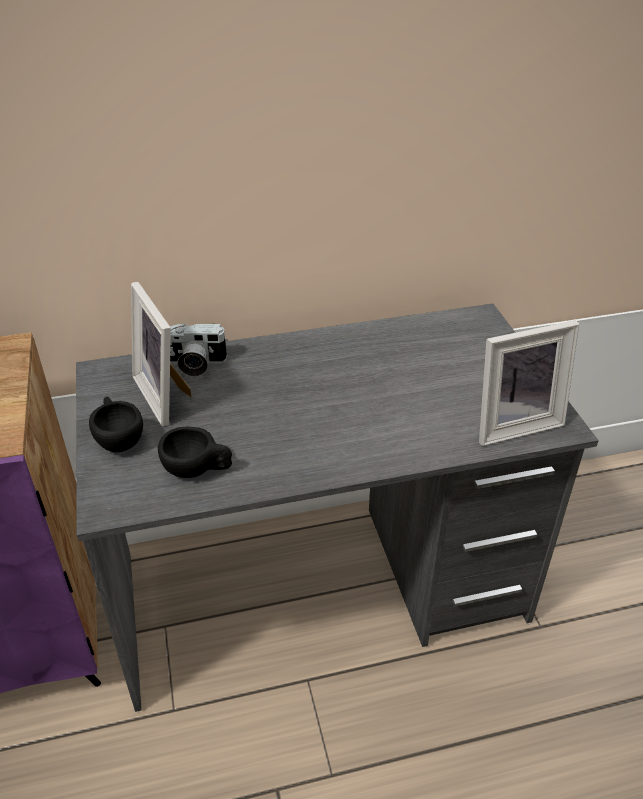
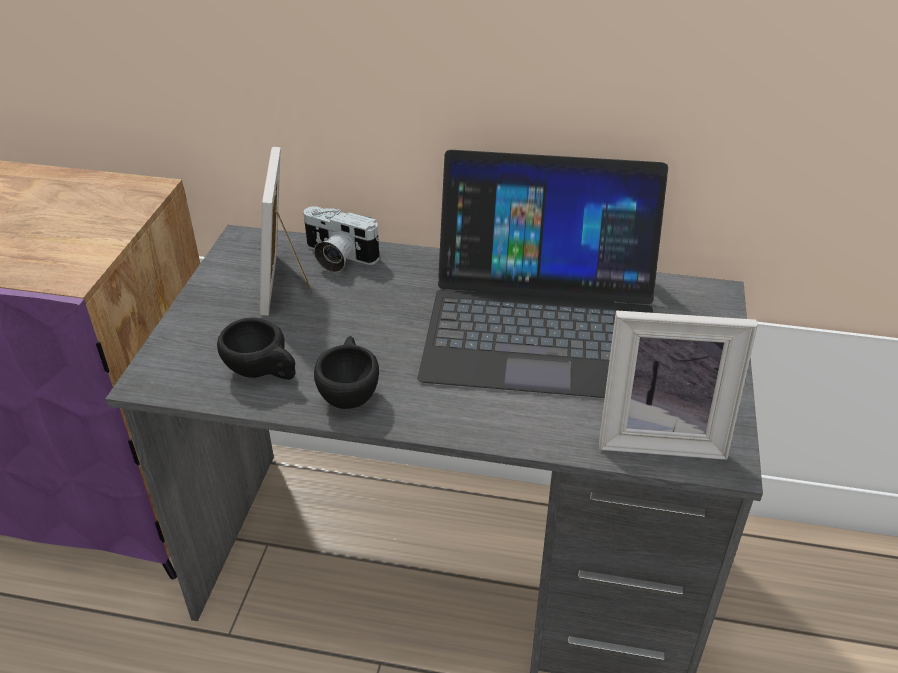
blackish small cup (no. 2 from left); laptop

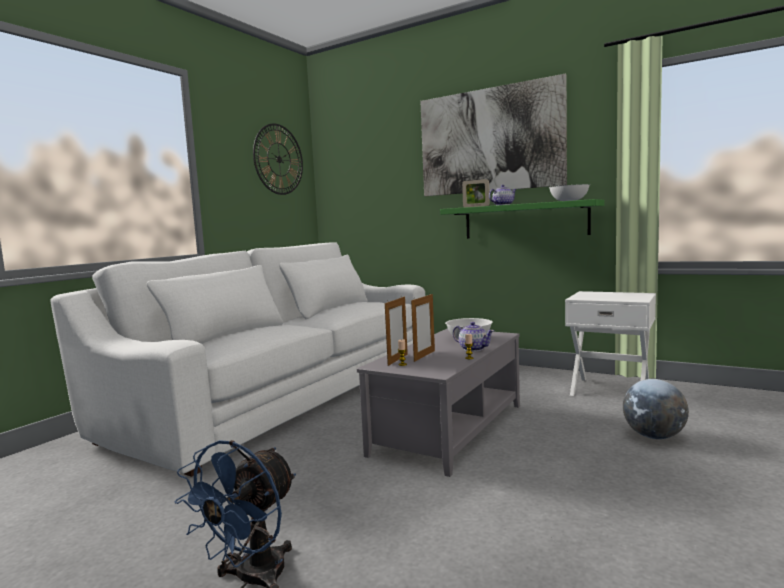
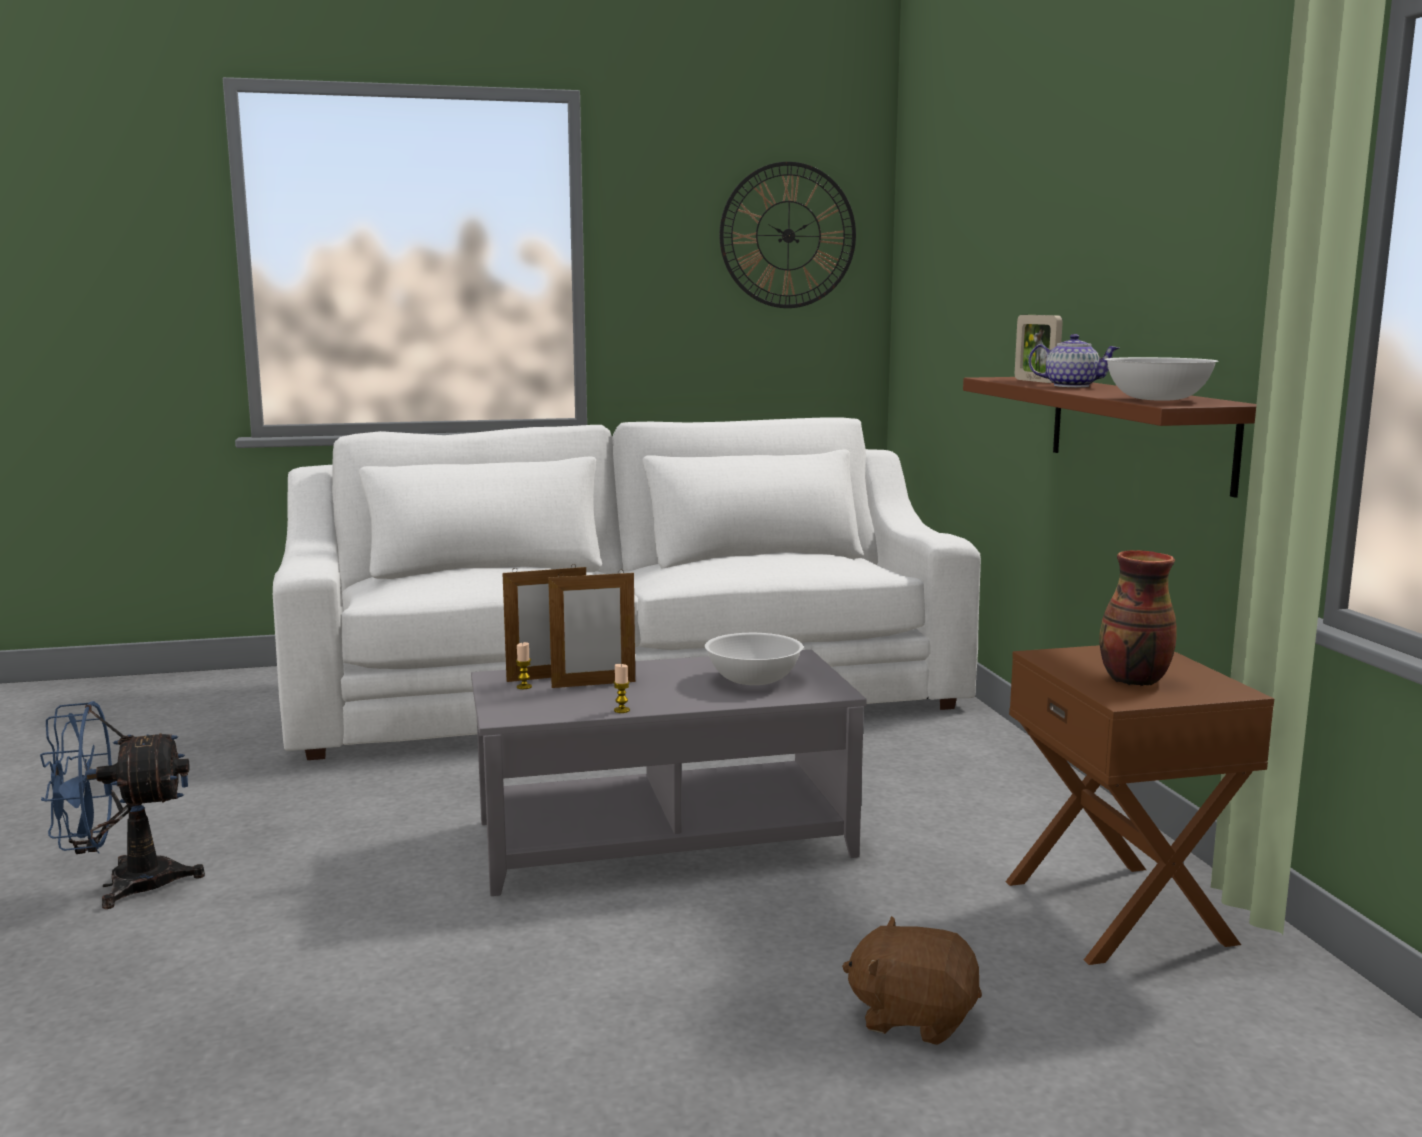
picture; brown-coloured shelf; brown-coloured night table; pot for tea (no. 1 from left in the first image); brown-coloured soft toy; vase

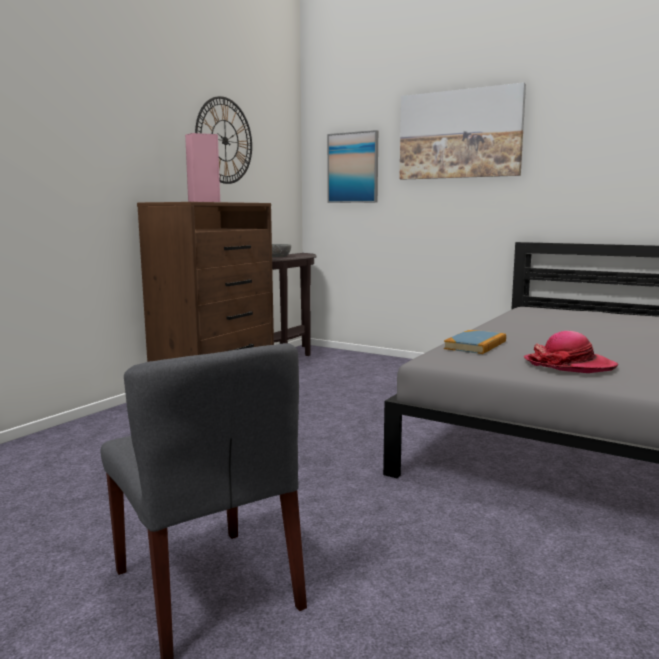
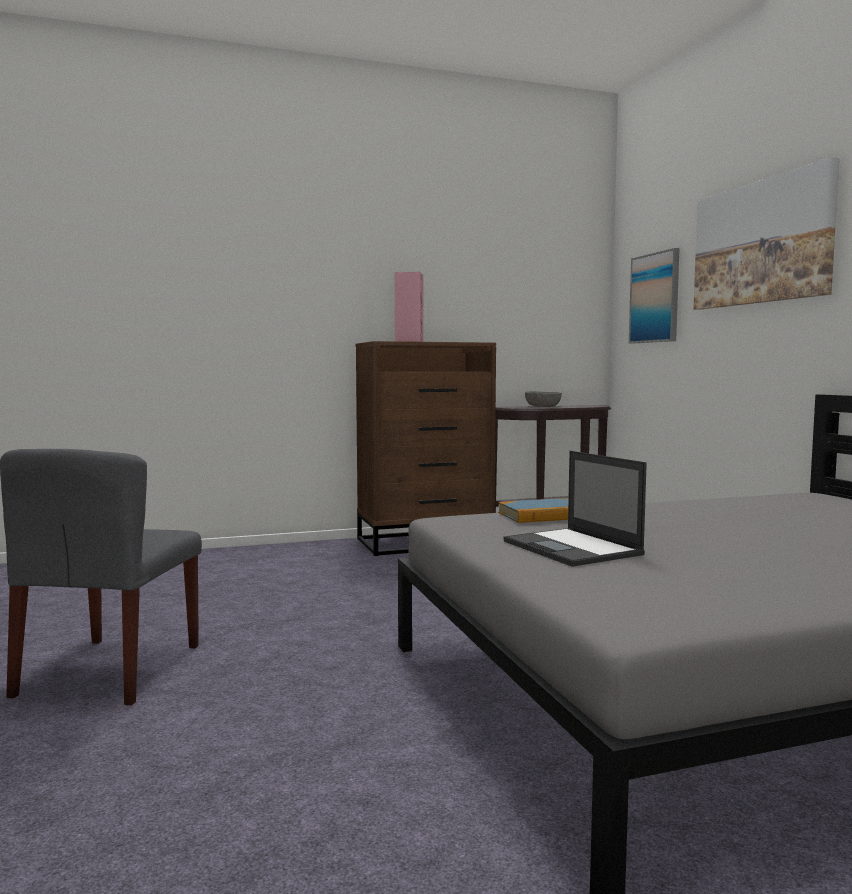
clock on the wall; laptop

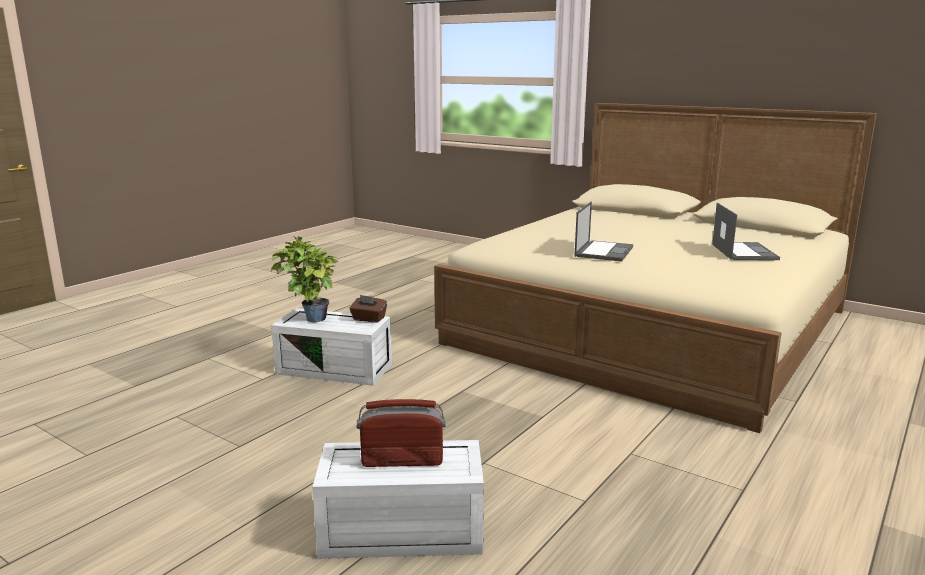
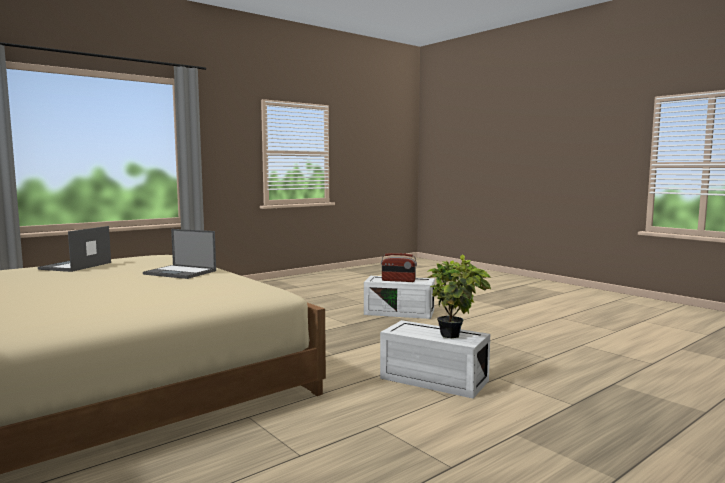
laptop (no. 2 from left); brown-coloured tissue holder

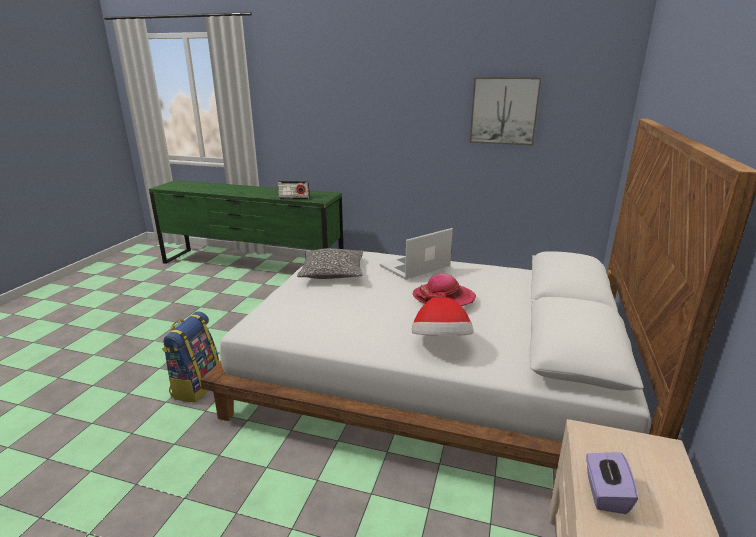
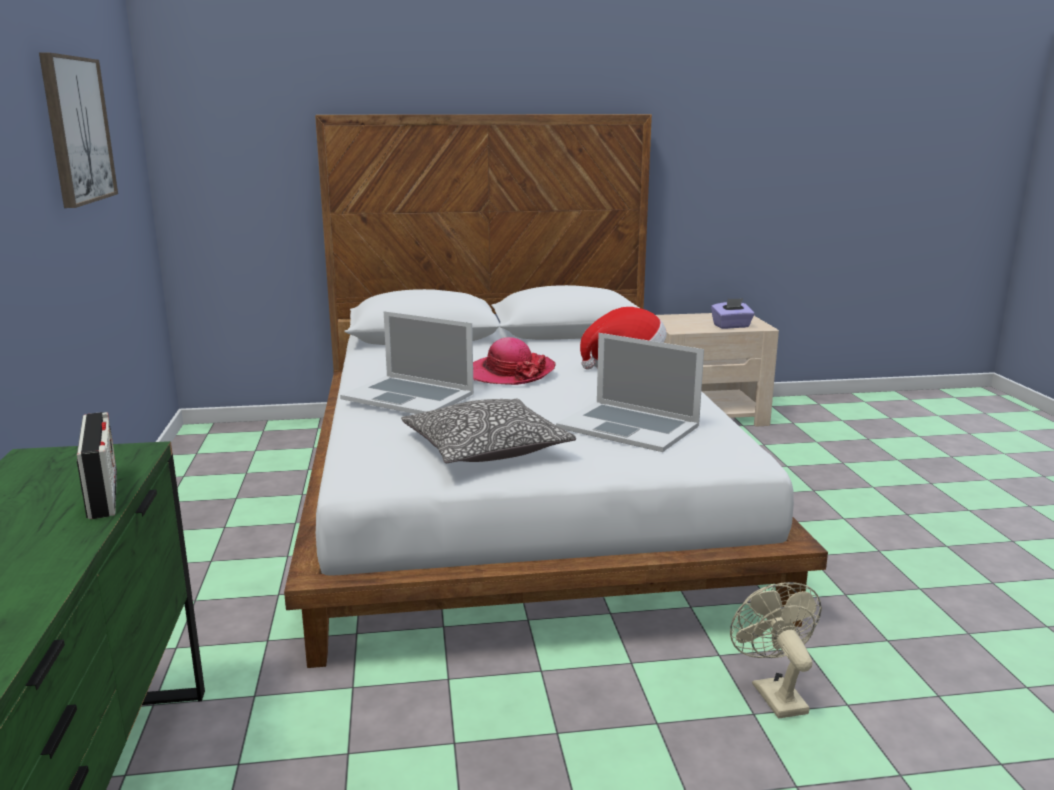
sand-coloured electric fan; laptop (no. 2 from left)

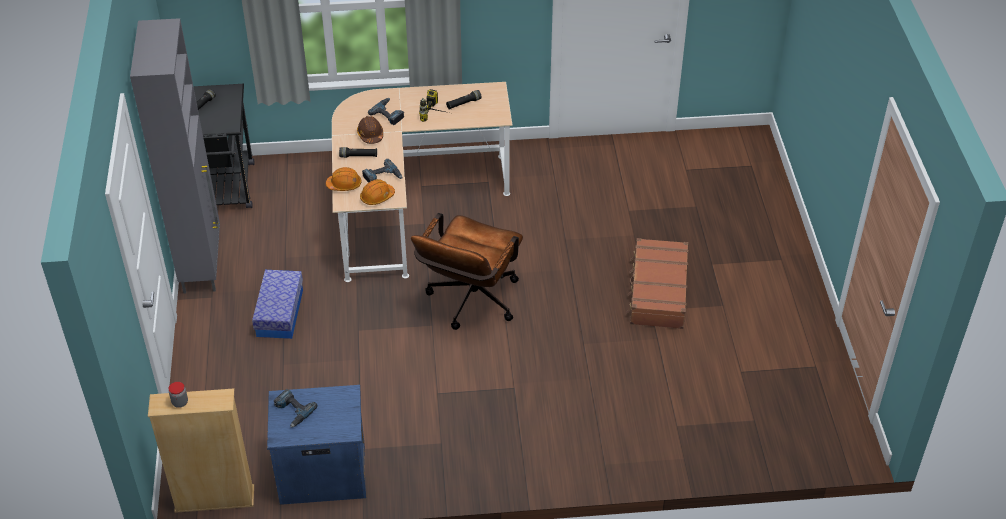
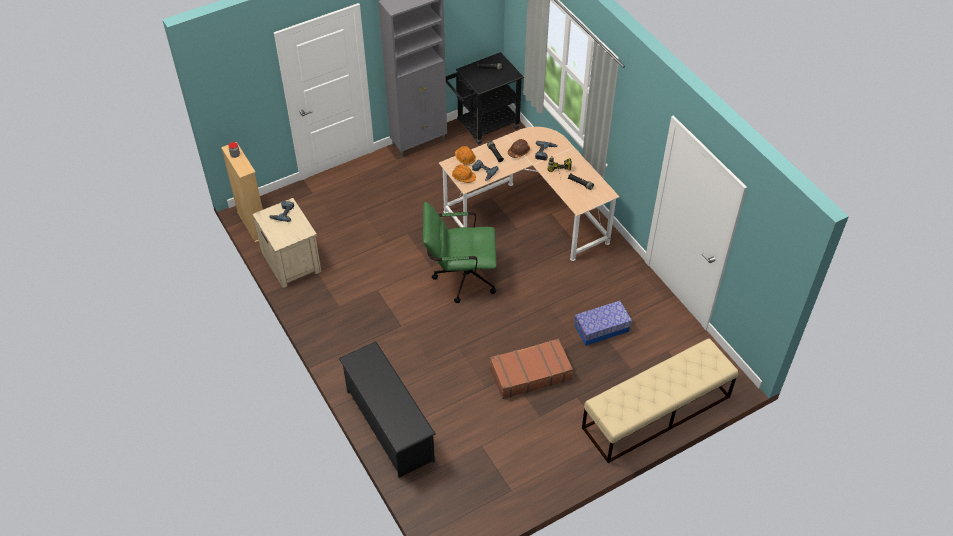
green desk chair; storage bin; sand-coloured night table; sand-coloured bench; blackish shoe stand

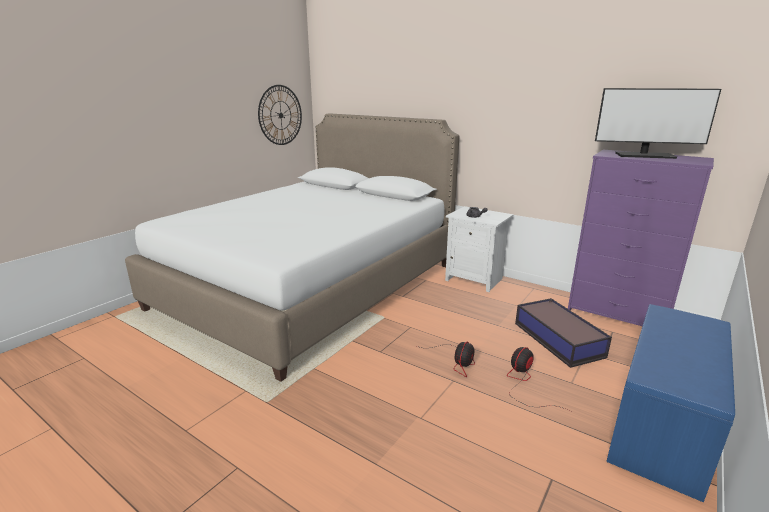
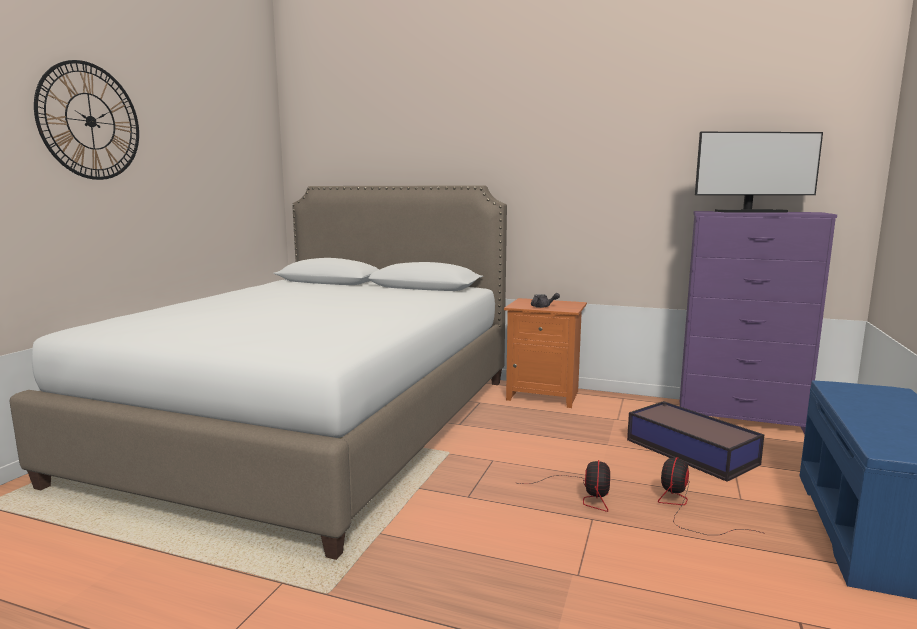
clock on the wall; orangey night table

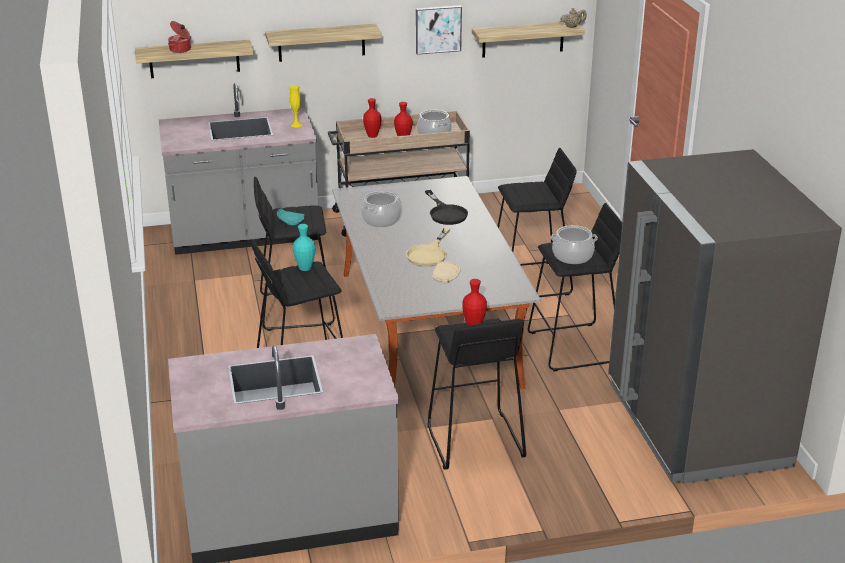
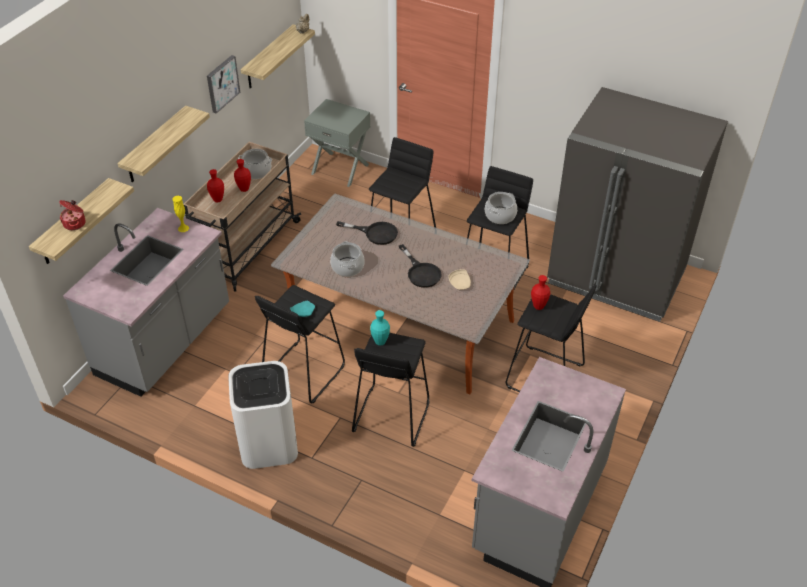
blackish skillet (no. 2 from left); greyish night table; white waste bin

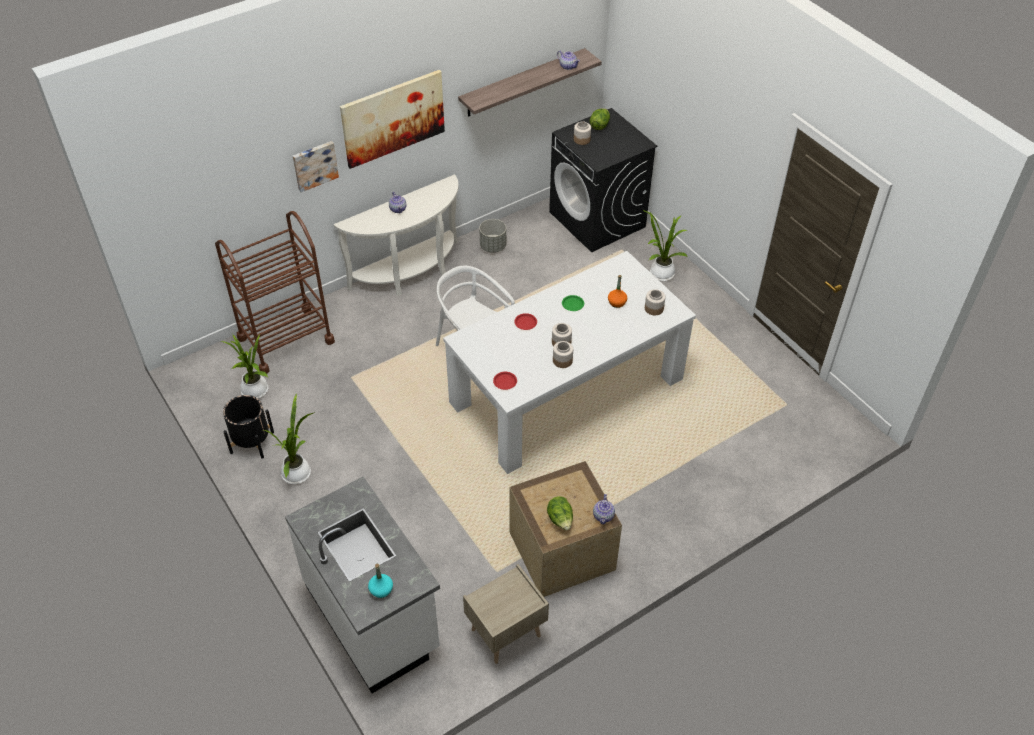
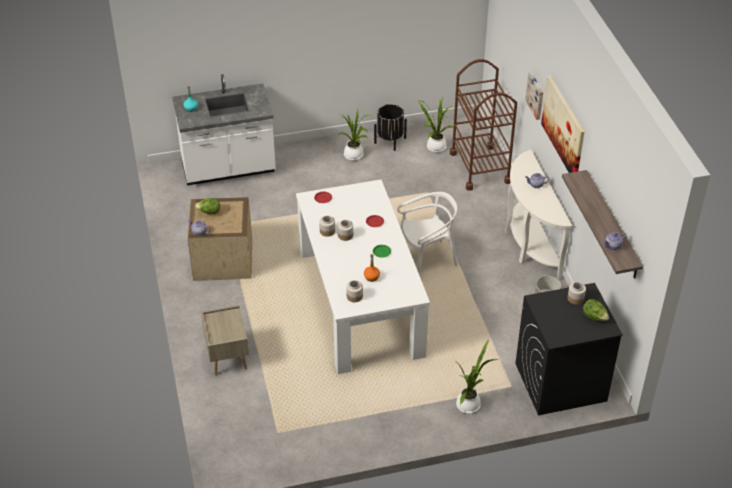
sand-coloured night table

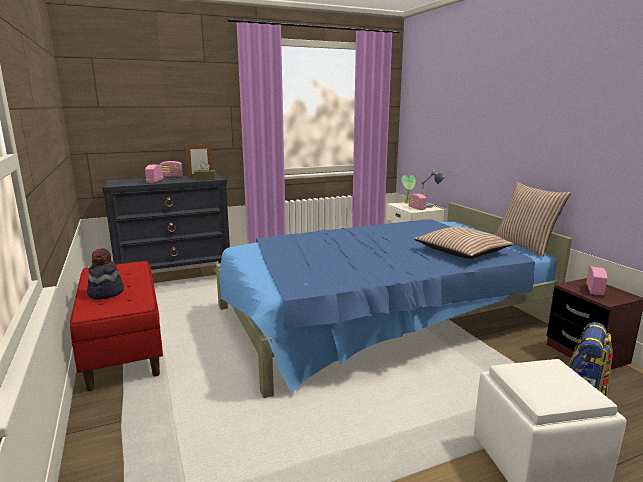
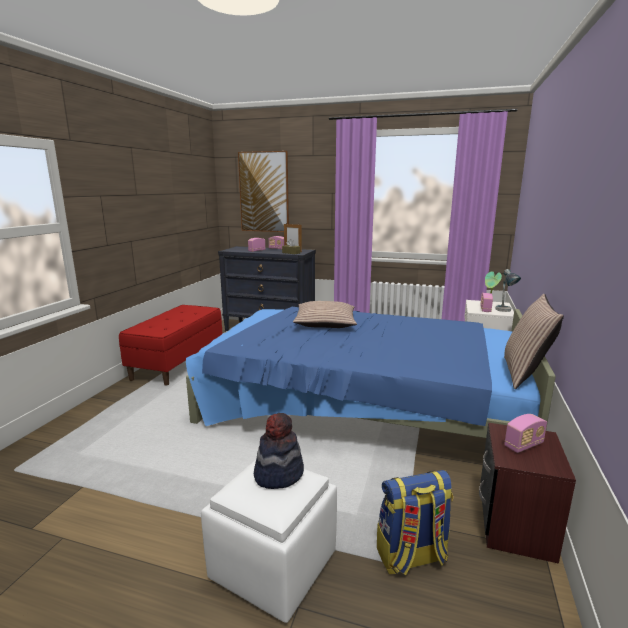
cushion (no. 1 from left); wearable hat; picture

